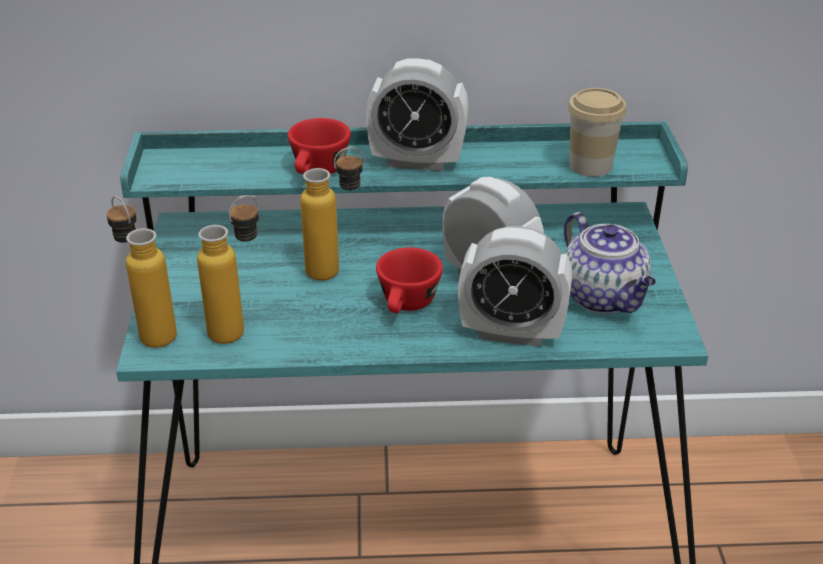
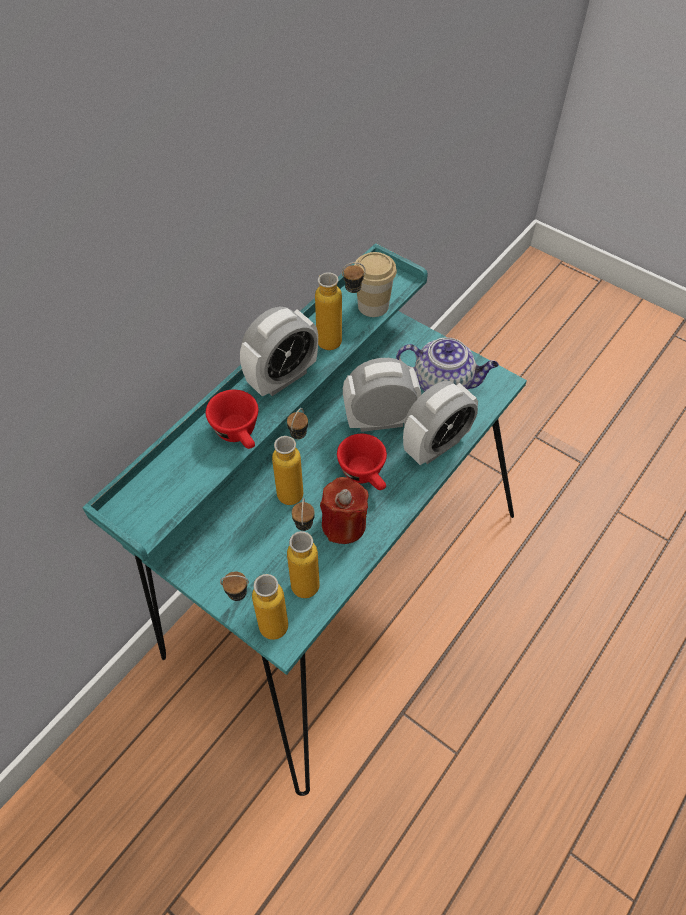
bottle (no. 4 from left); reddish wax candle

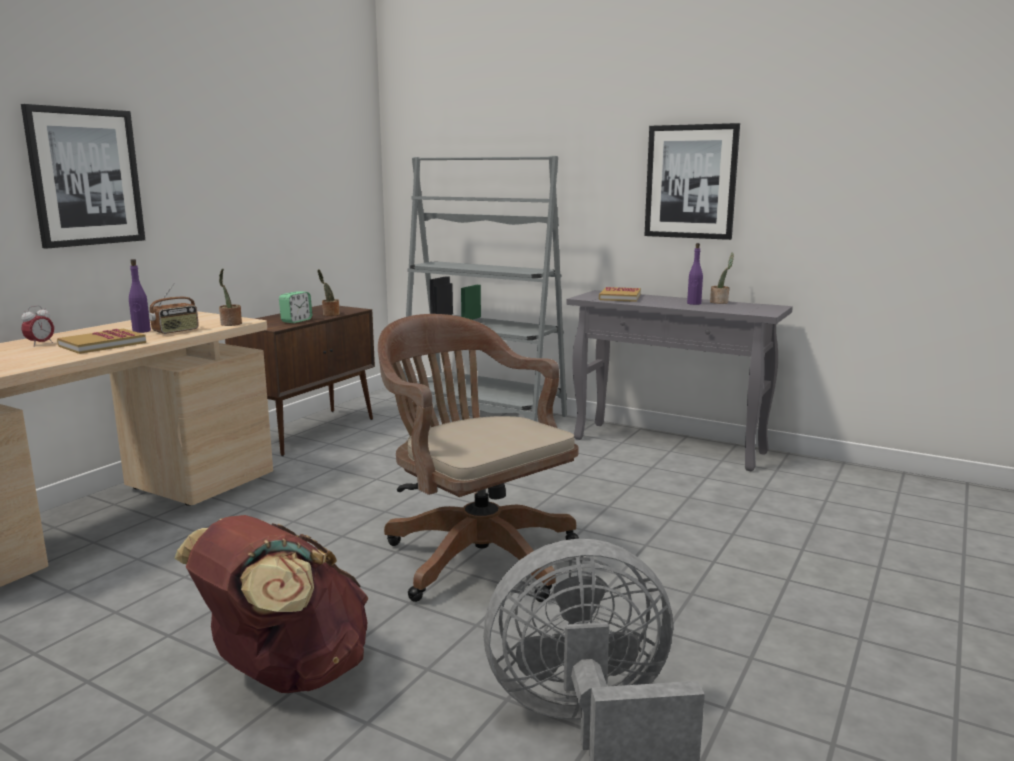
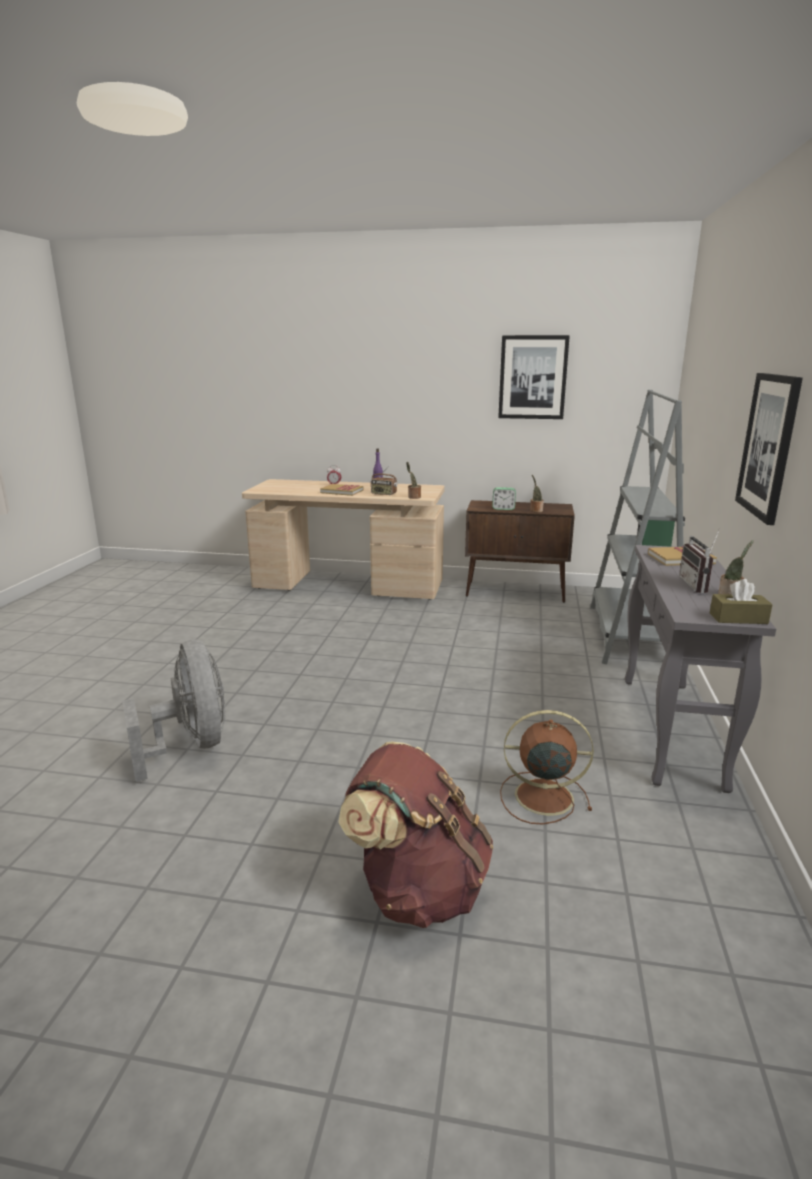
picture (no. 1 from left); radio receiver (no. 2 from left); brown-coloured desk chair; brown-coloured knapsack; brown-coloured tissue holder; brown-coloured electric fan

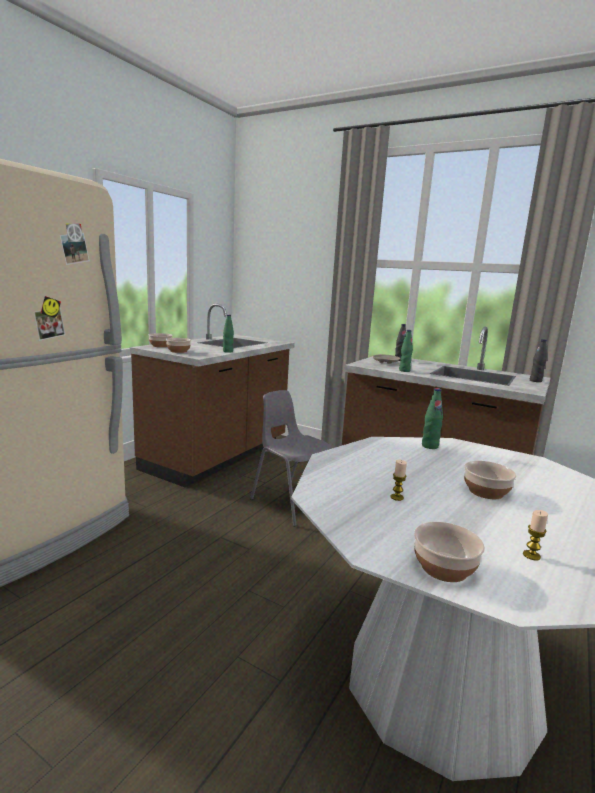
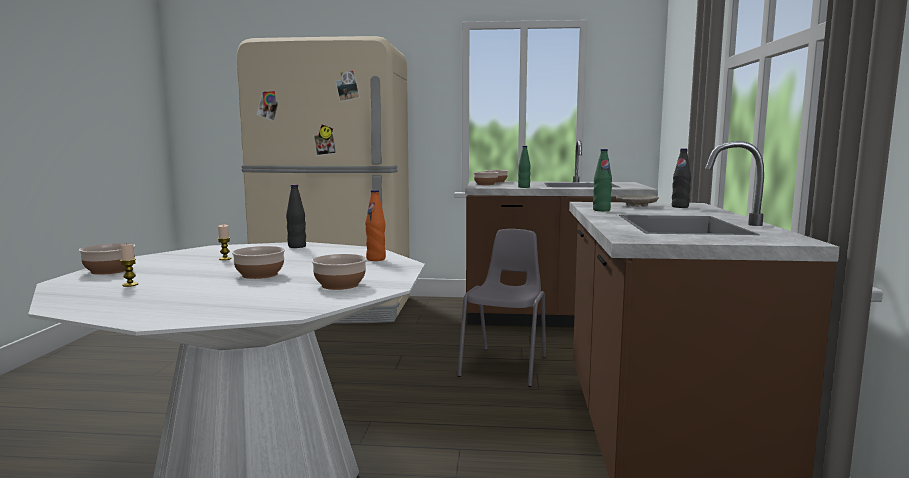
blackish bottle (no. 1 from left); orangey bottle; bowl (no. 3 from left)

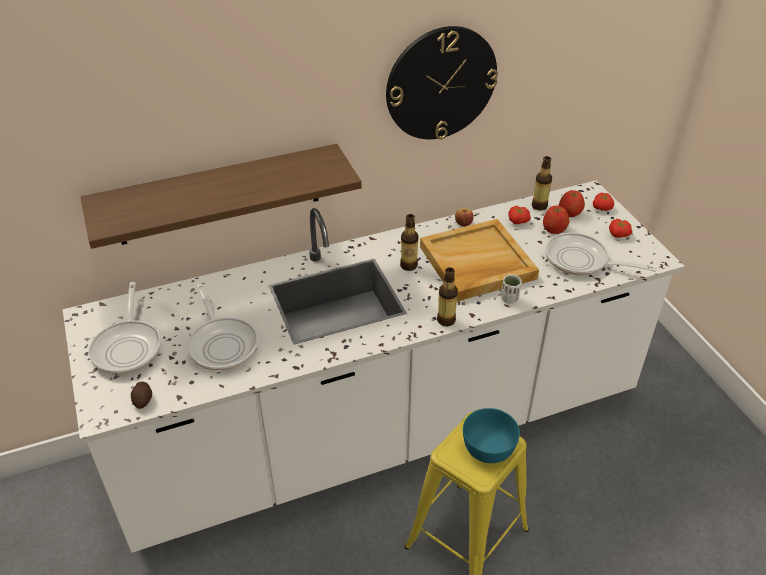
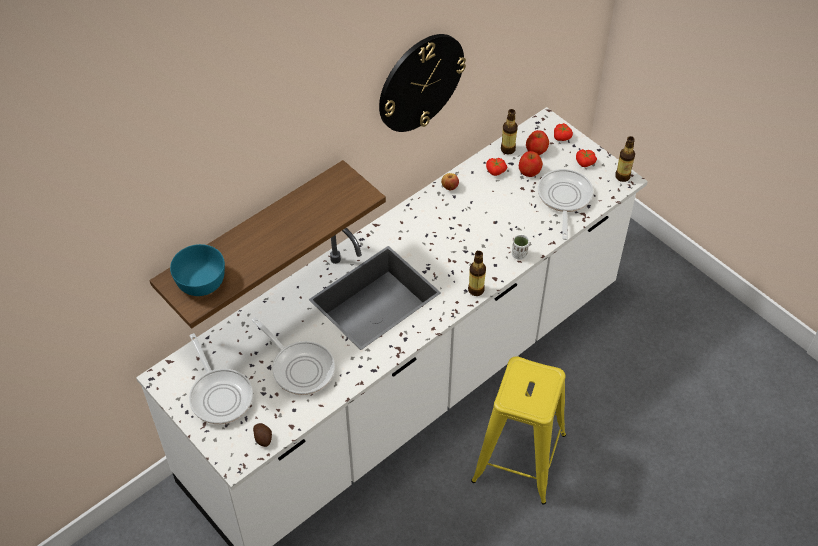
bottle (no. 3 from left); sand-coloured serving tray; skillet (no. 3 from left); blue-green bowl

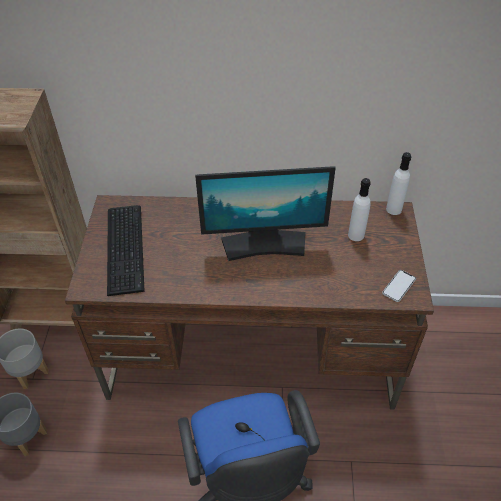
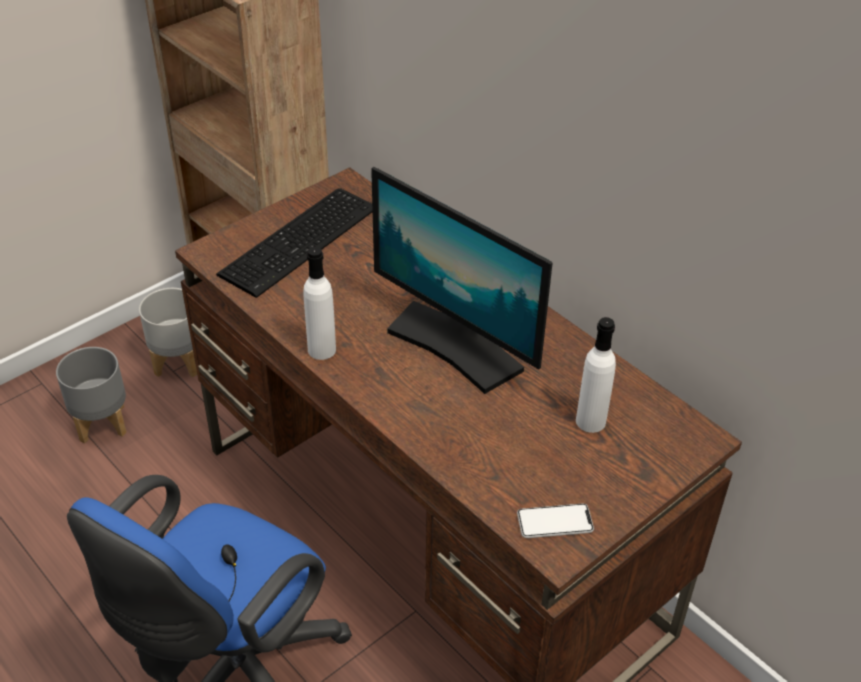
white bottle (no. 1 from left)

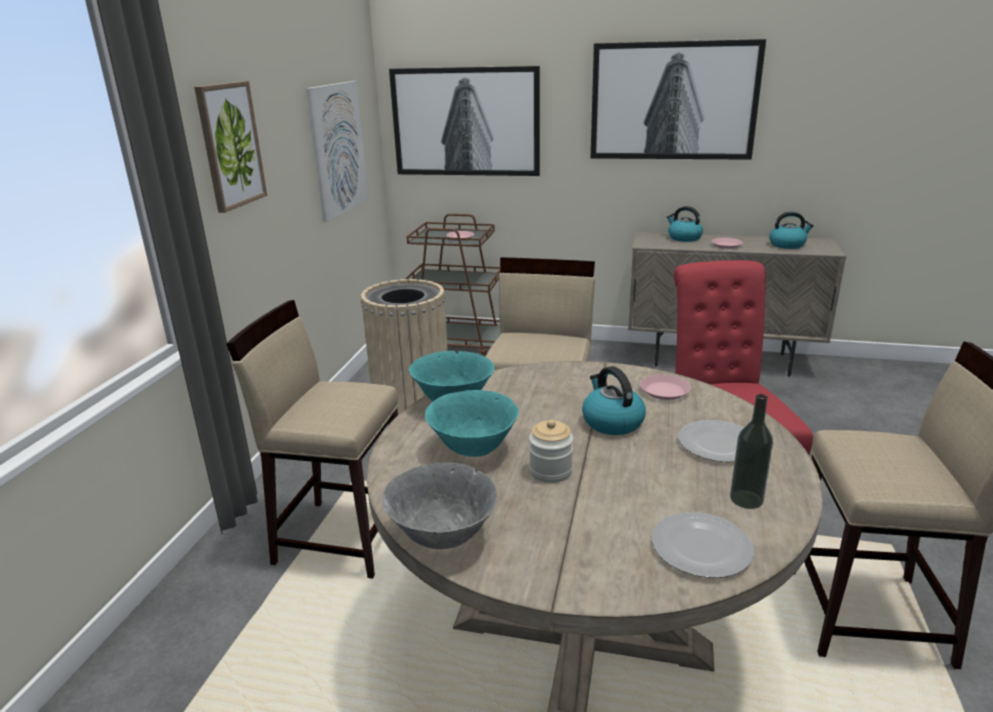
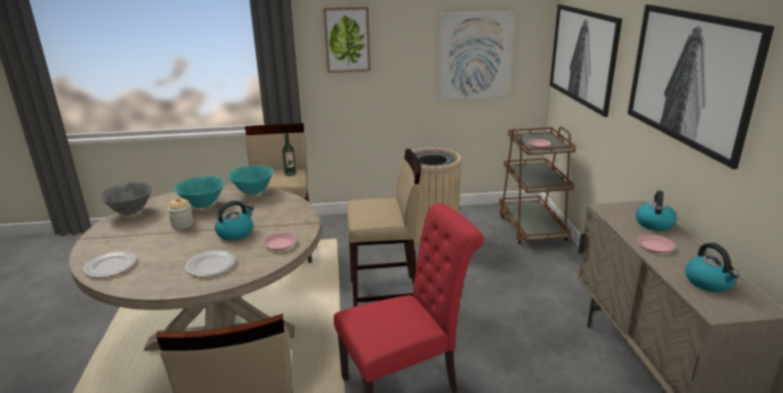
bottle

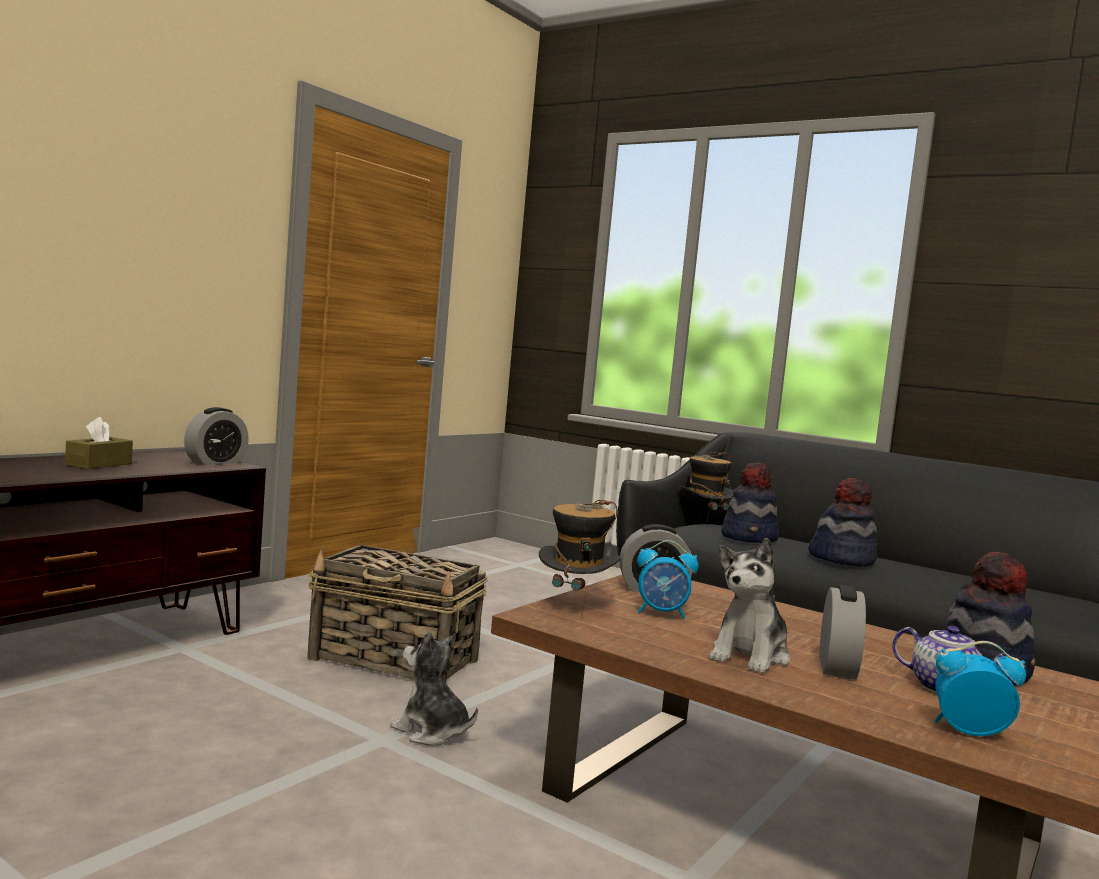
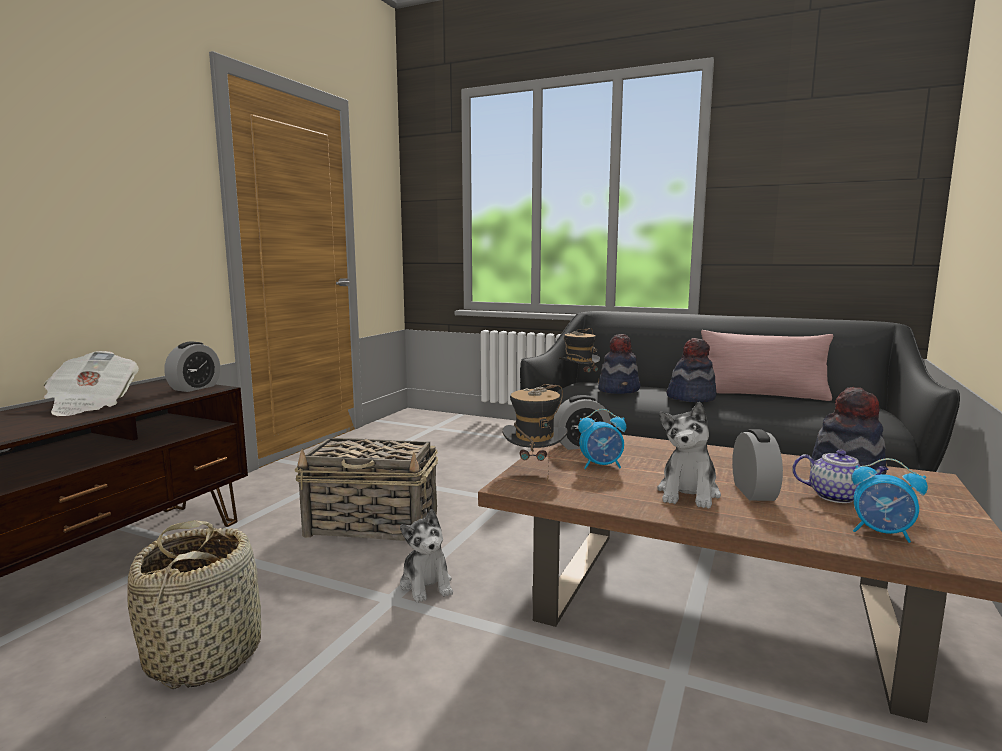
printed paper; soft toy (no. 1 from left); alarm clock (no. 5 from left); pink-coloured cushion; basket (no. 1 from left)

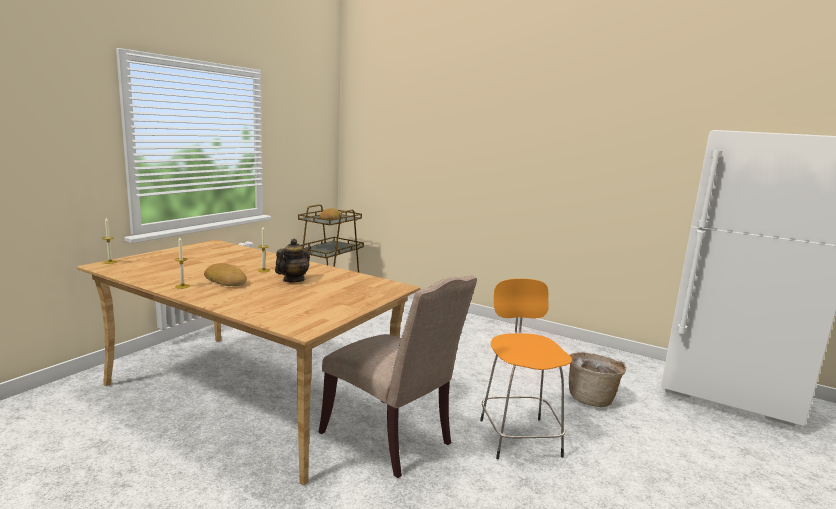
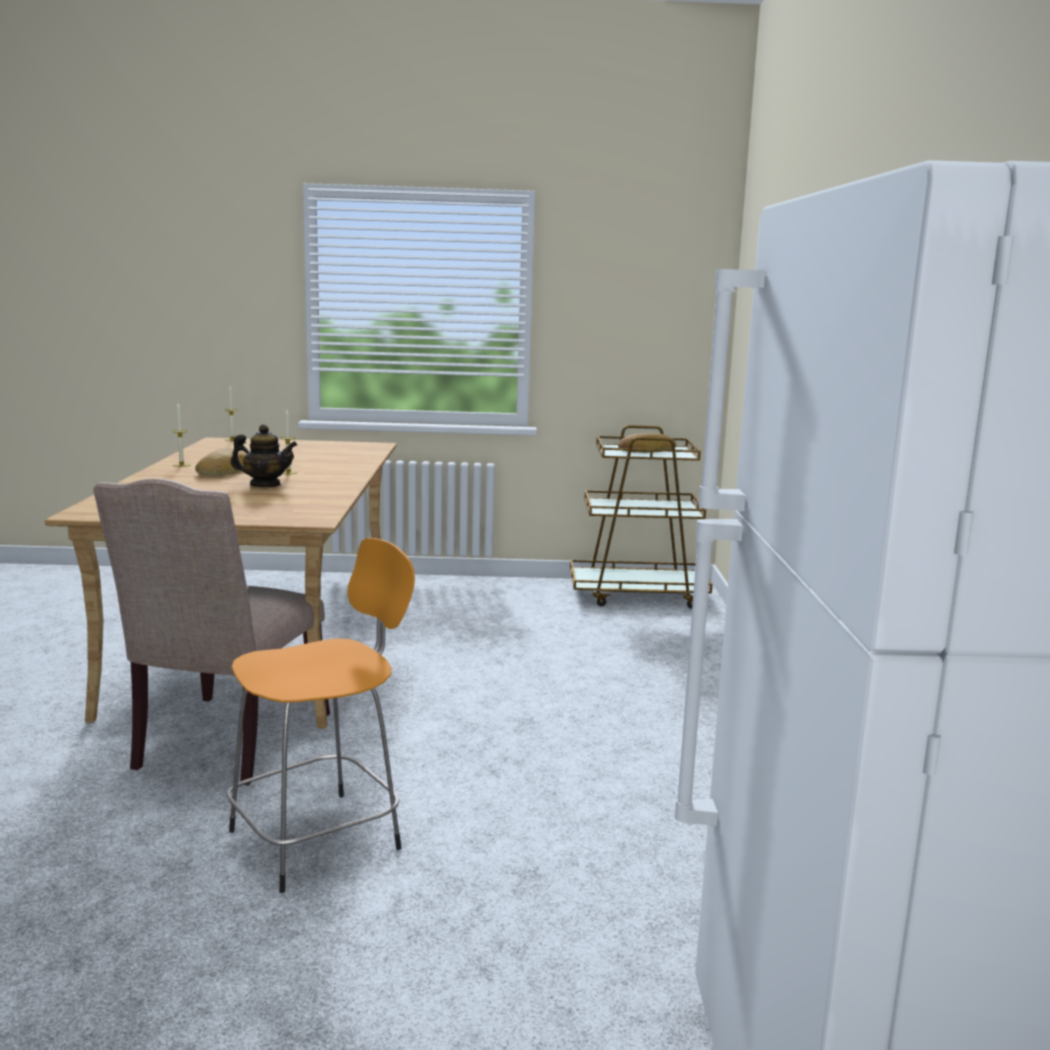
basket

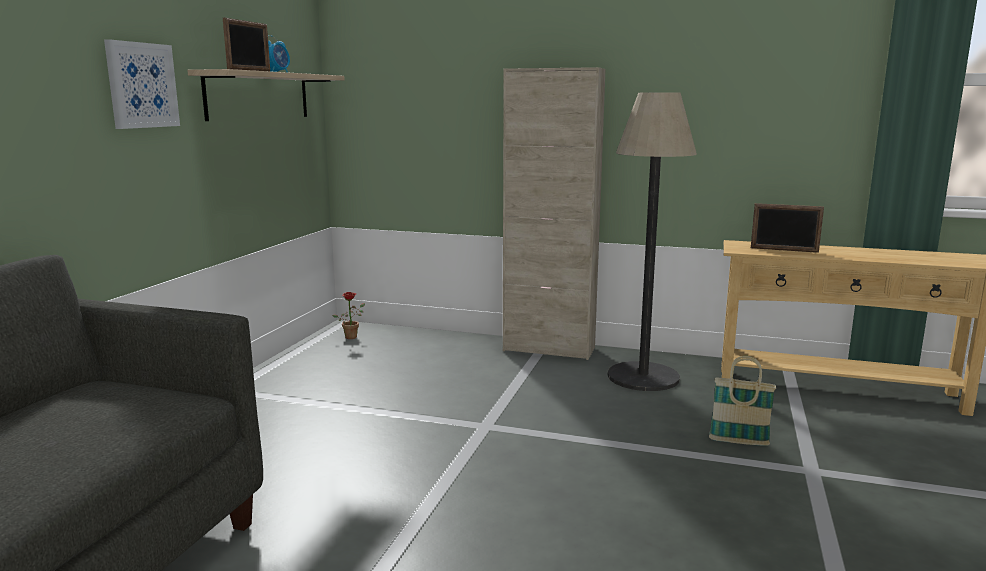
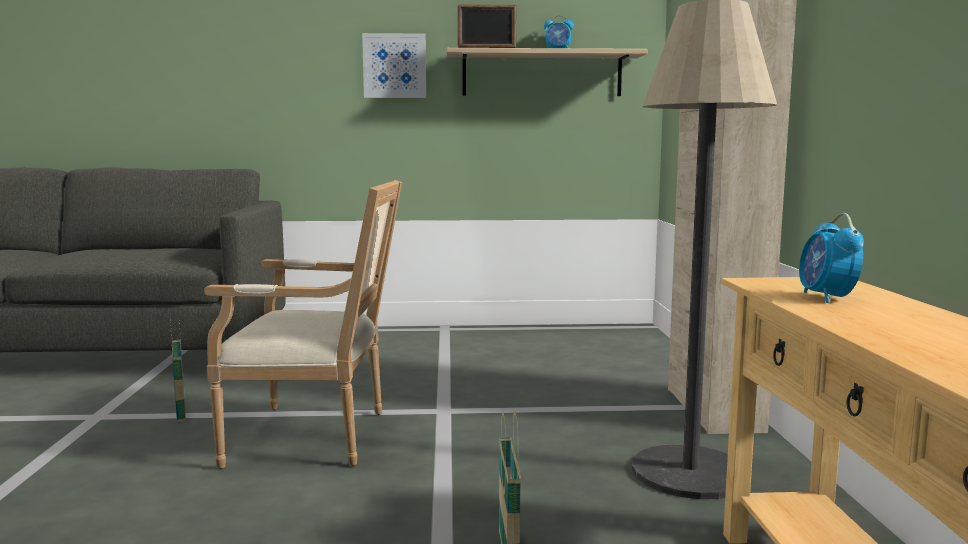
alarm clock (no. 2 from left); plant in a pot; armchair; basket (no. 1 from left)

